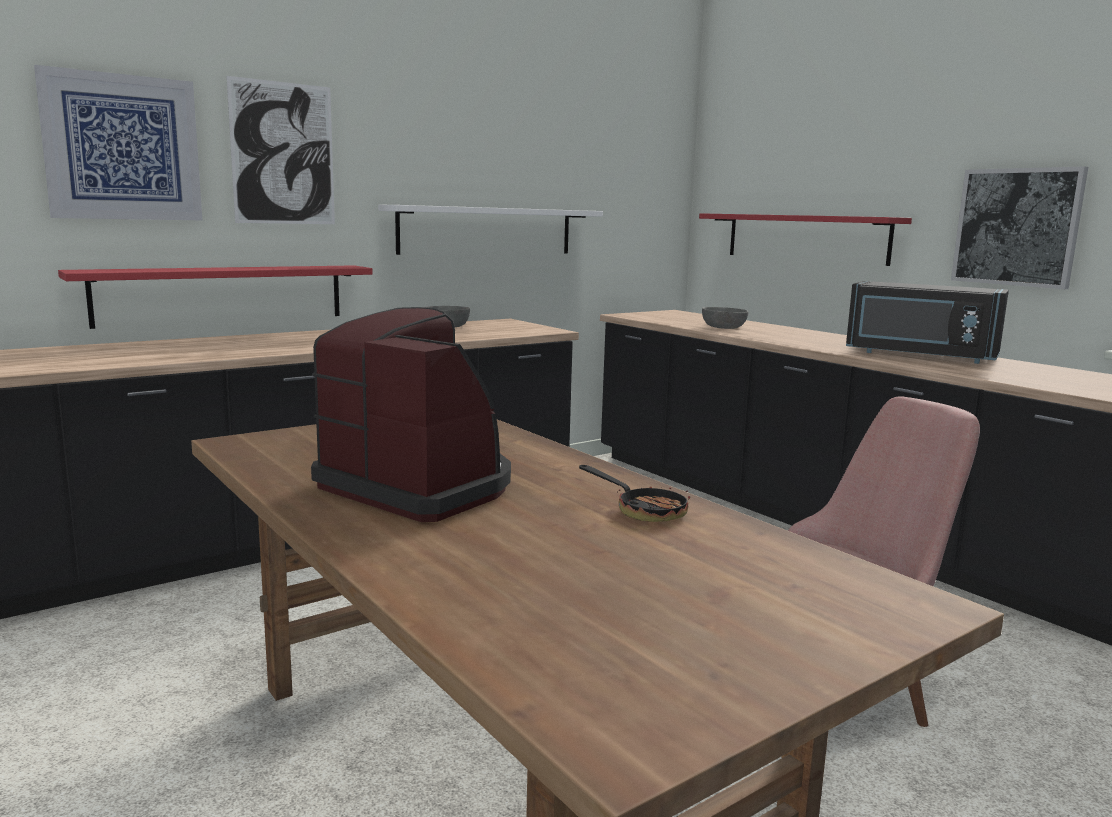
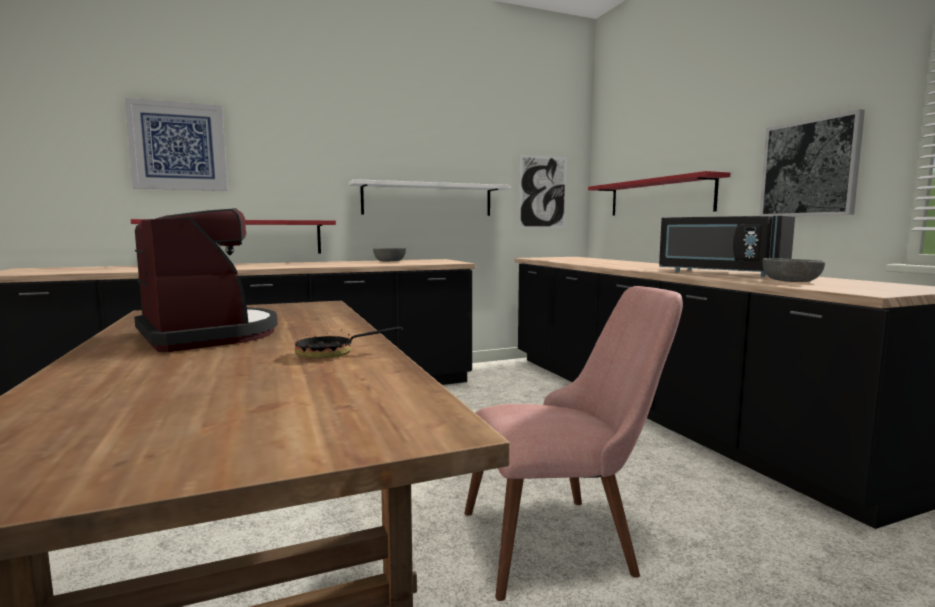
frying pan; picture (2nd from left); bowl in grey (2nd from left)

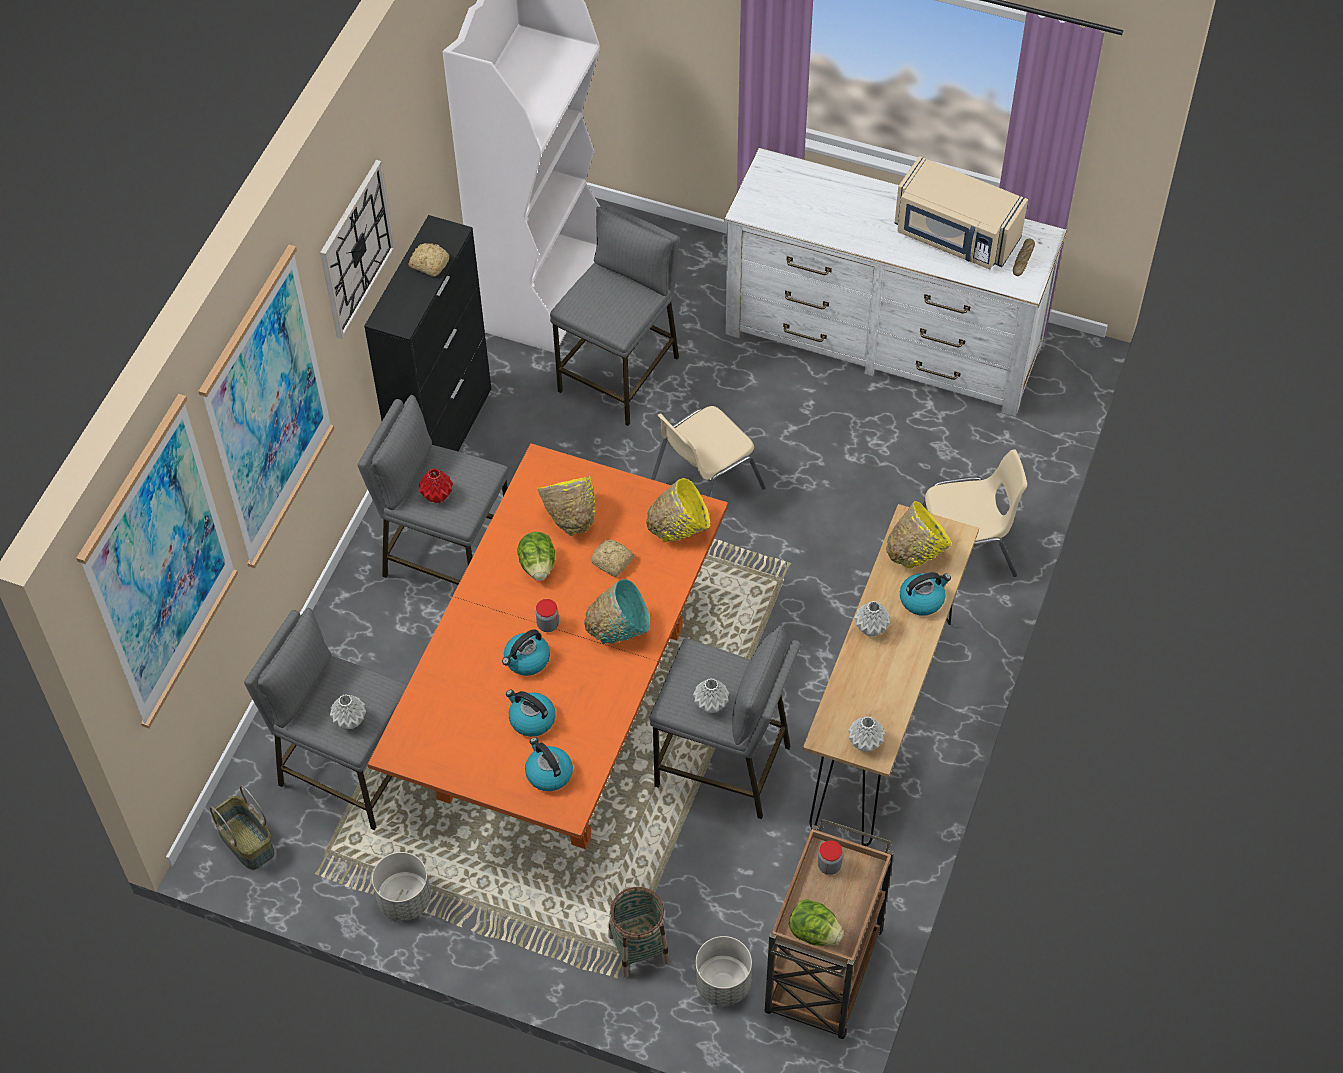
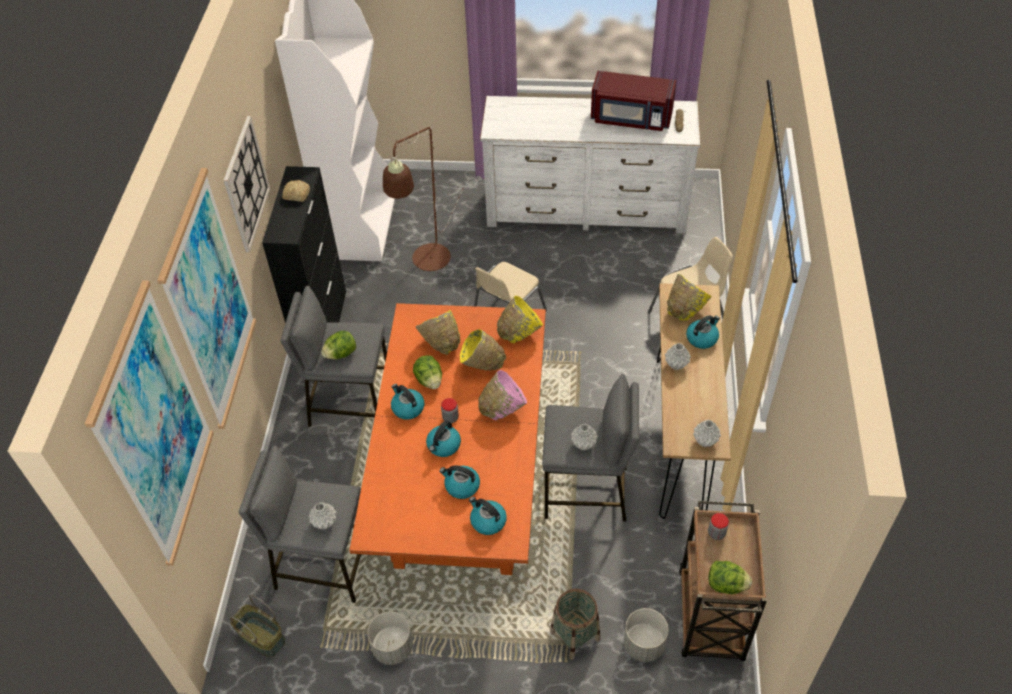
lettuce (1st from left); floor lamp in brown; kettle (1st from left); bowl in yellow (2nd from left); bowl in pink; microwave in red

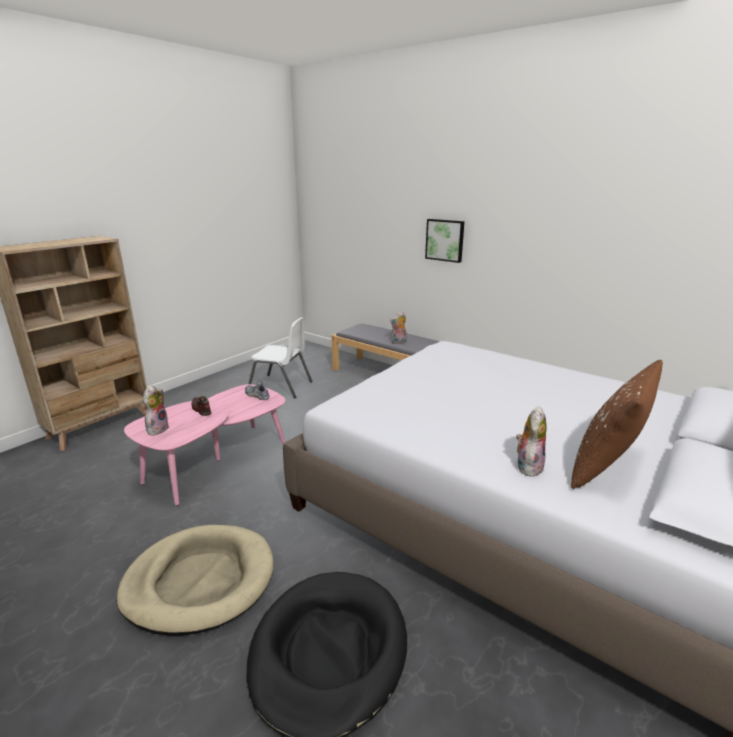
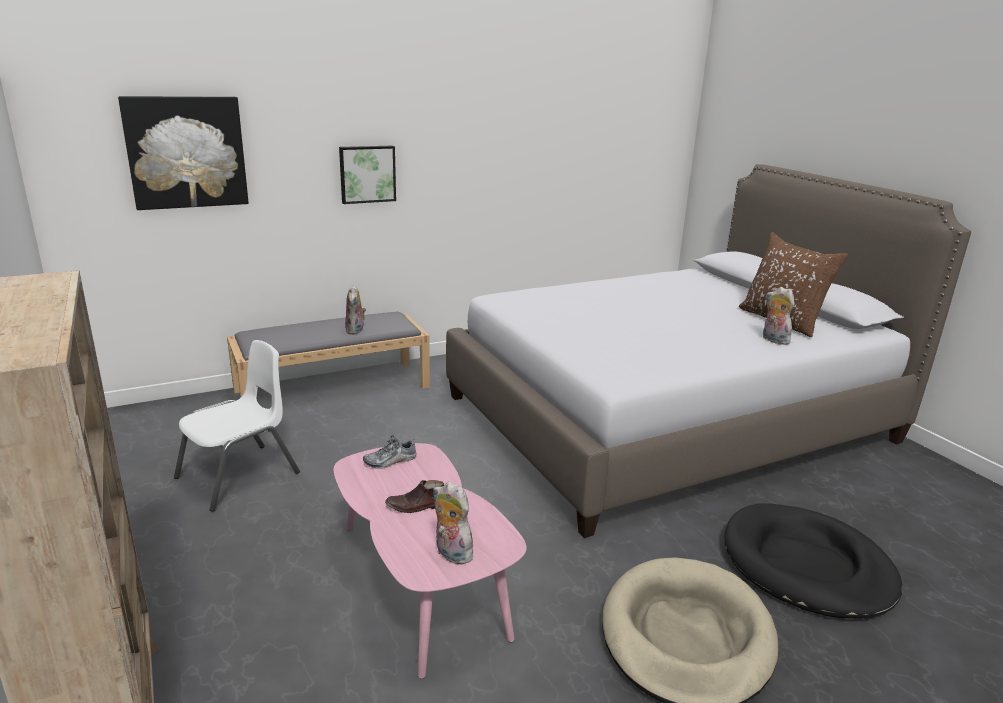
picture (1st from left)

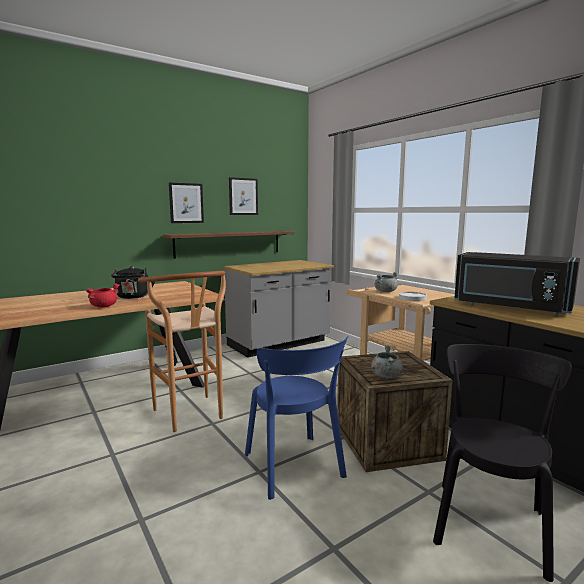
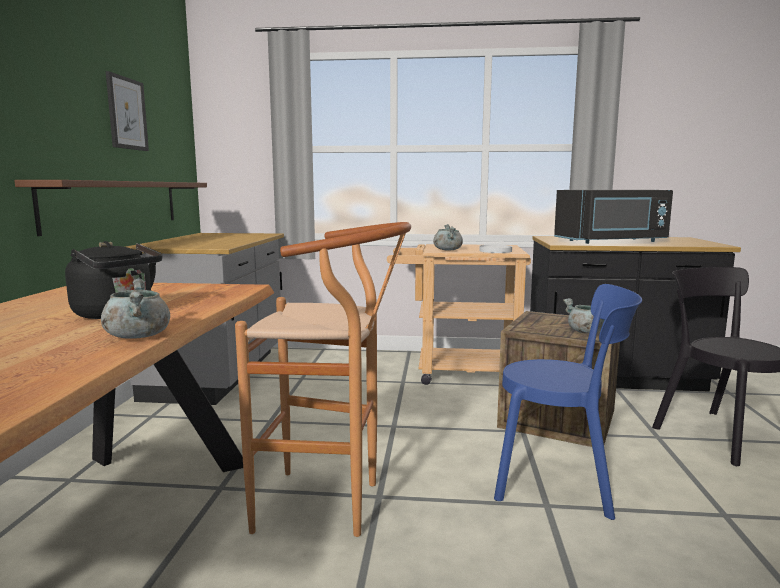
cooking pot in grey (1st from left); picture (1st from left in the first image)

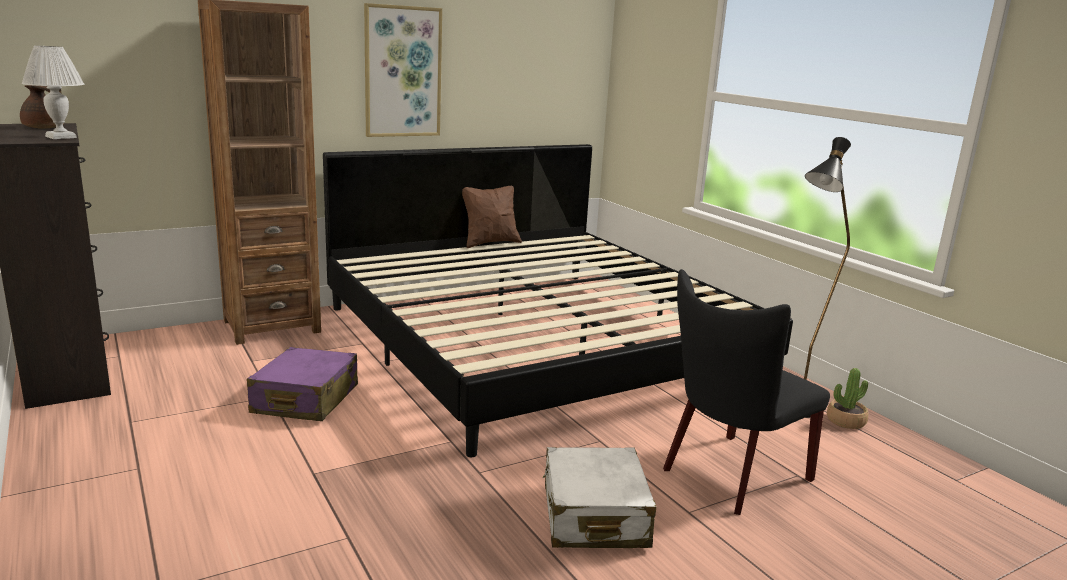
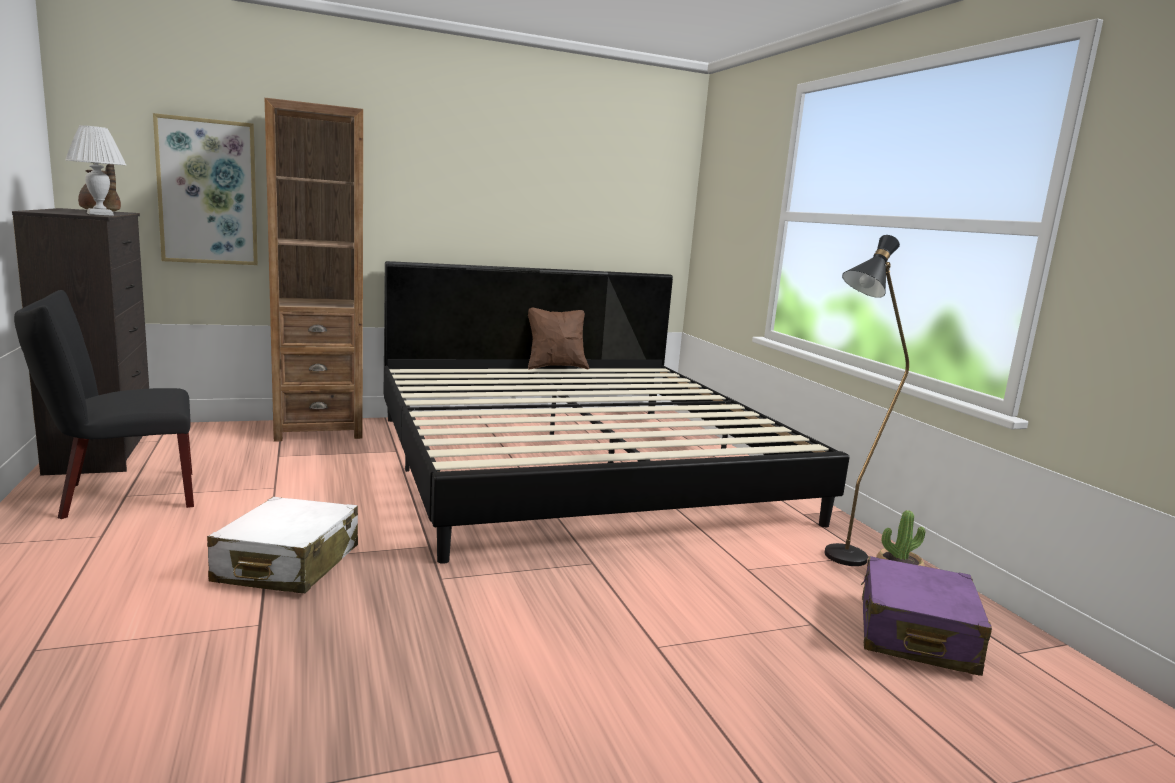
chair in black; picture; suitcase in white; suitcase in purple

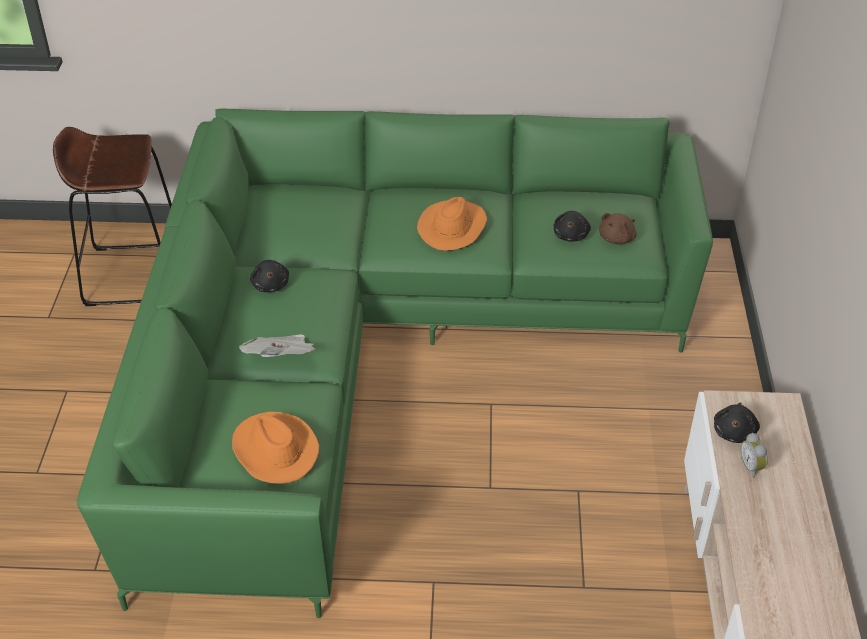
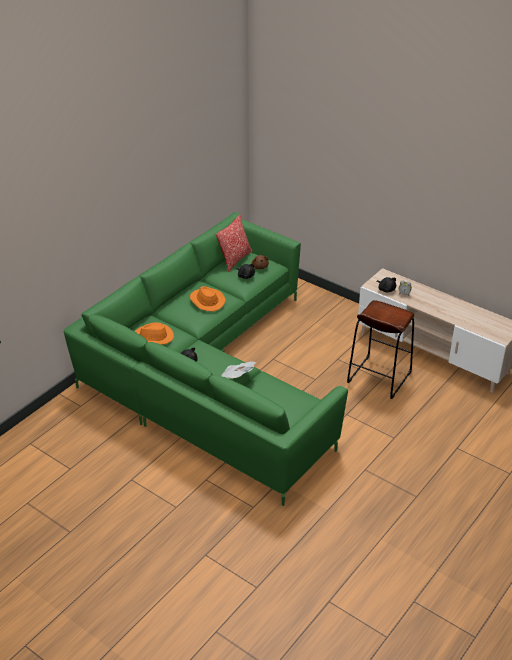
hat in orange (1st from left); pillow; stool in brown

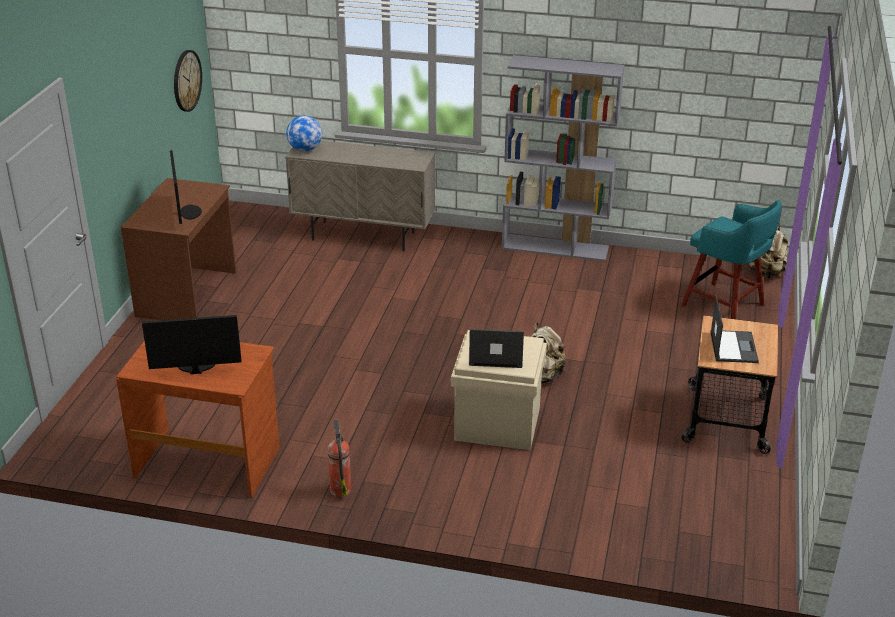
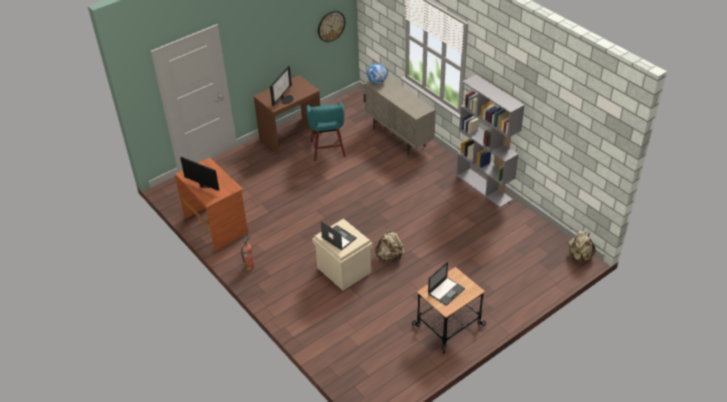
stool in turquoise

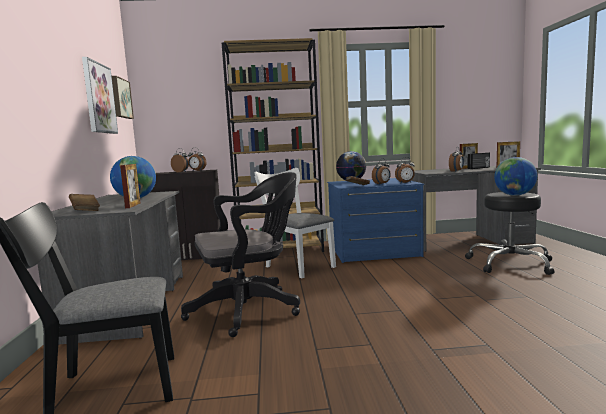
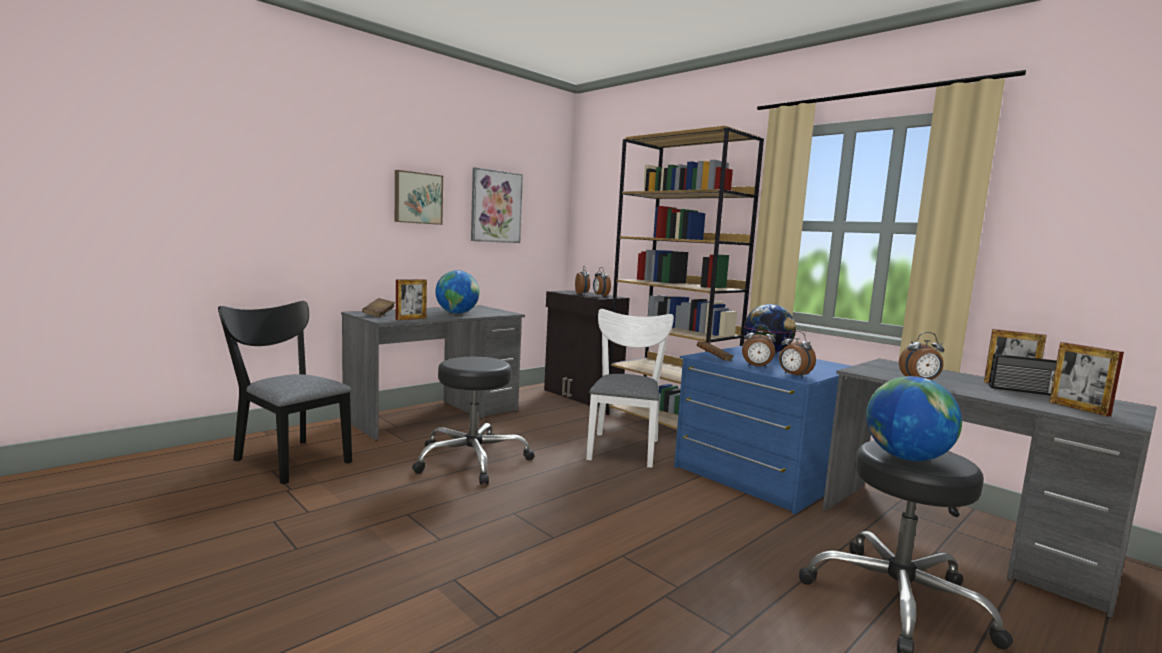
picture (1st from left); stool in black (1st from left)

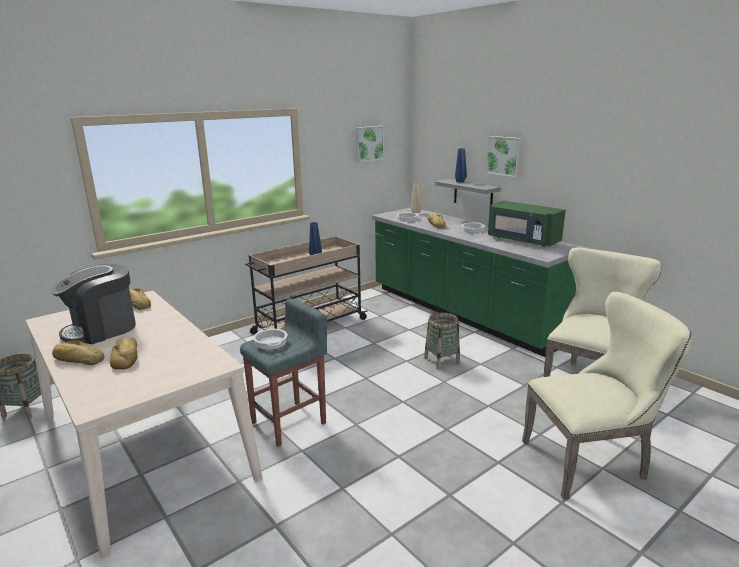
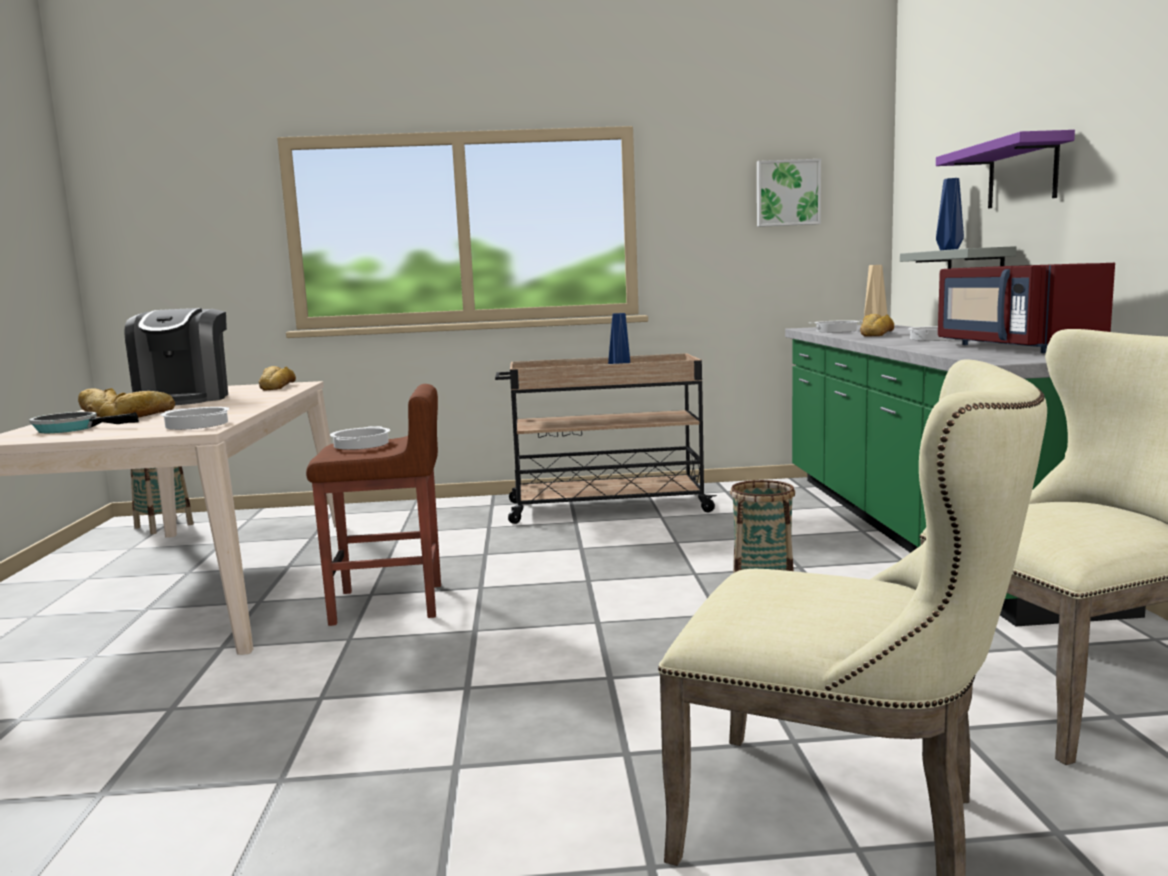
frying pan; coffee machine; cooking pot (1st from left); stool in brown; shelf in purple; microwave in red

